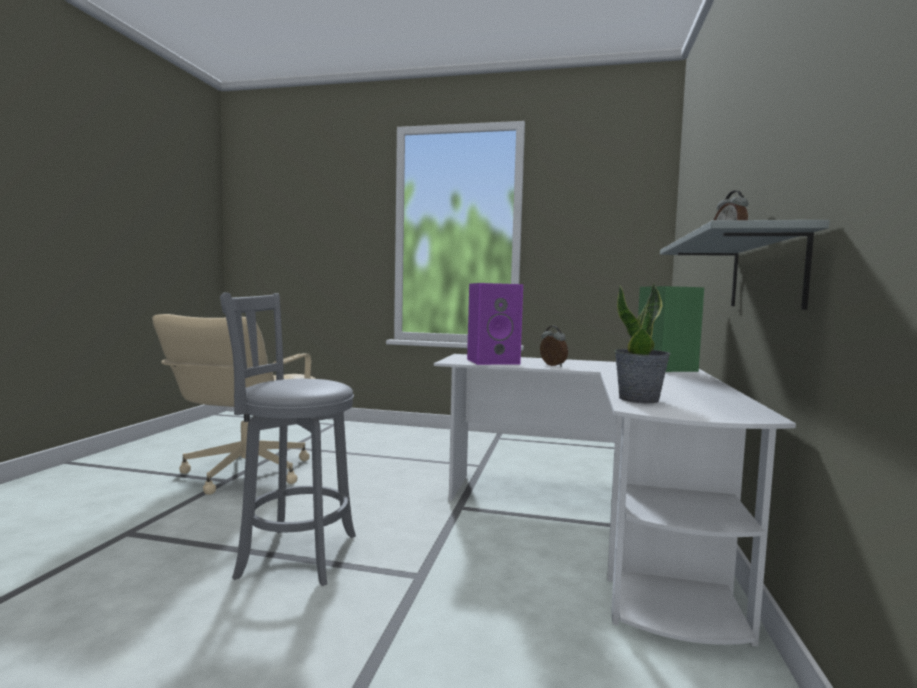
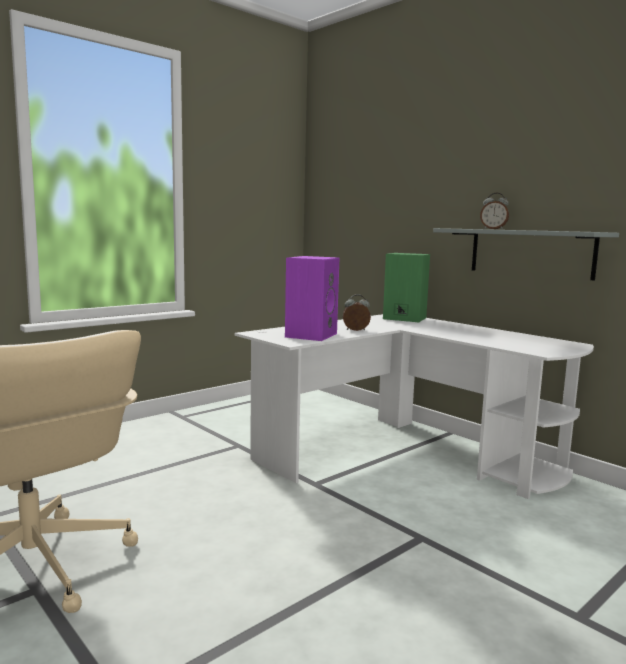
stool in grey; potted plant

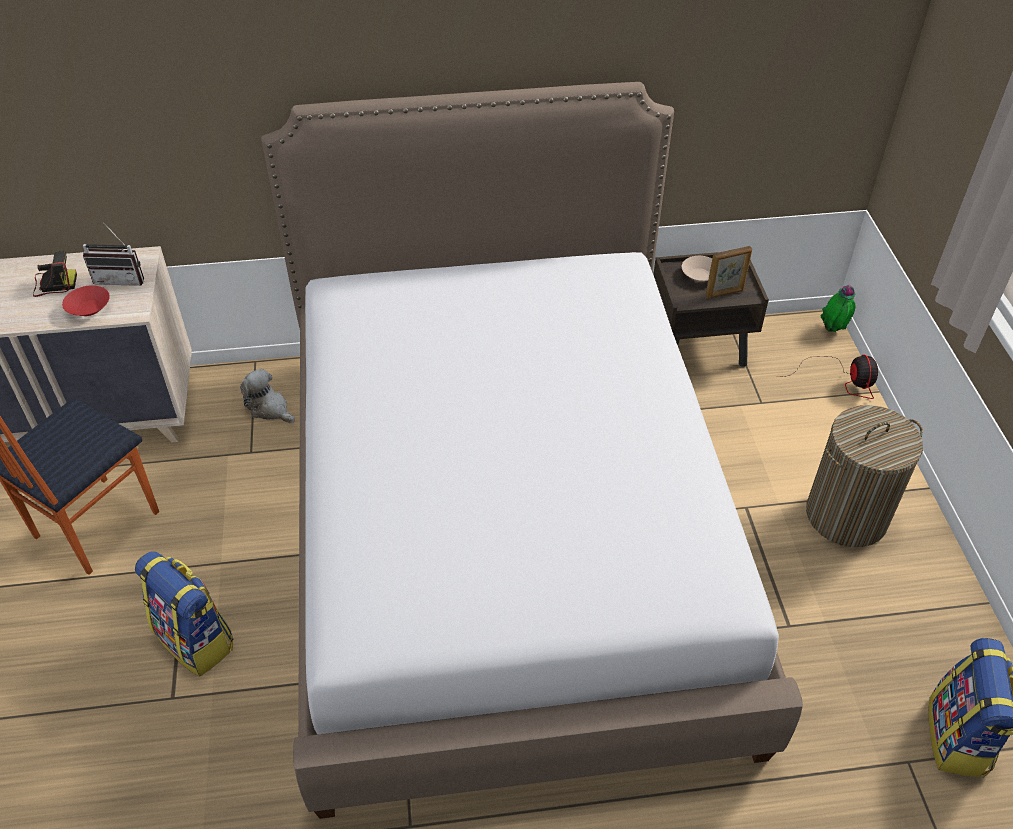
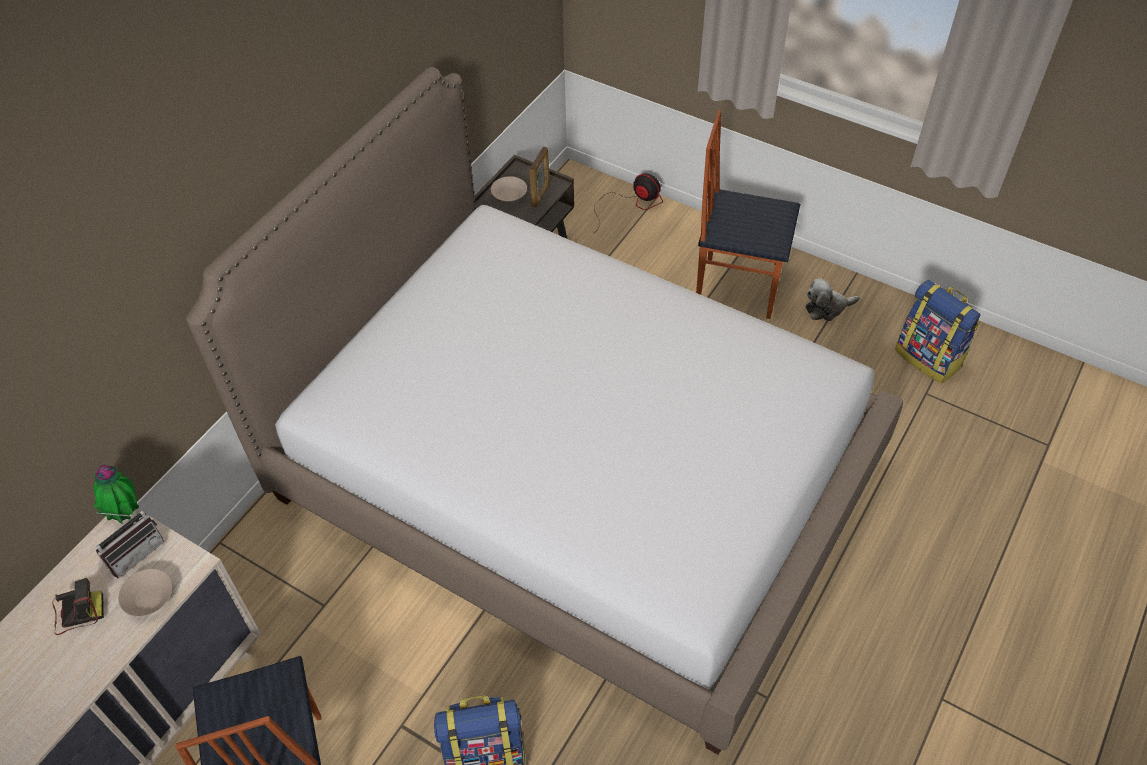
photo camera; potted plant; bowl in beige (1st from left); chair (2nd from left); plush toy

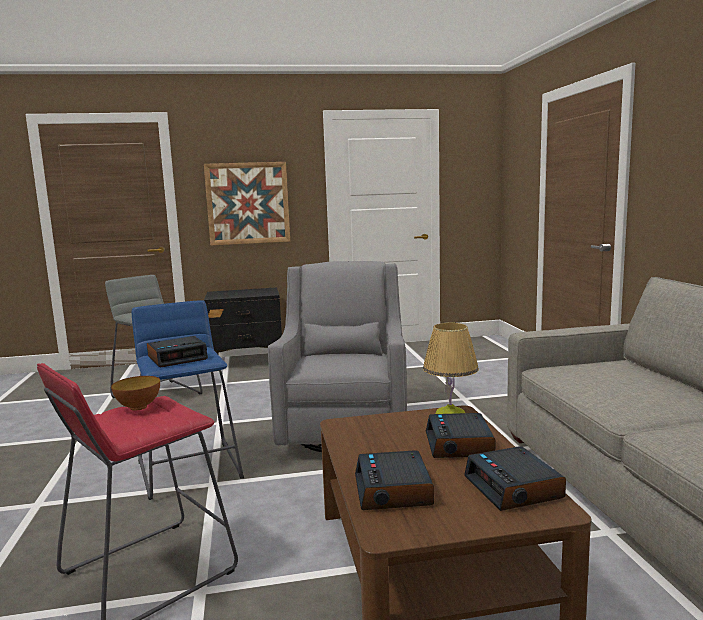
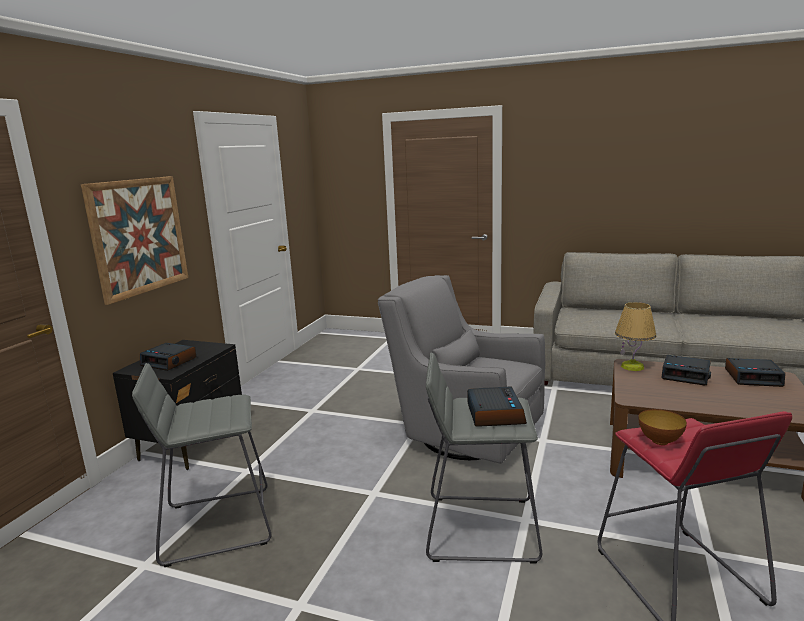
alarm clock (1st from left); stool in grey (2nd from left)

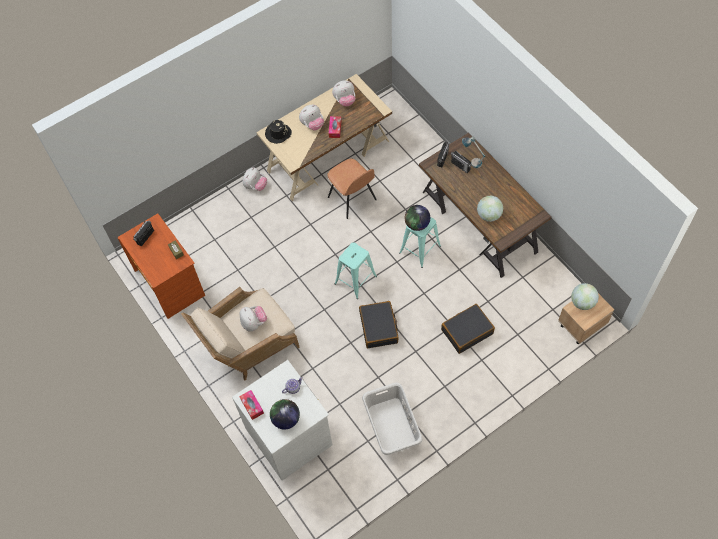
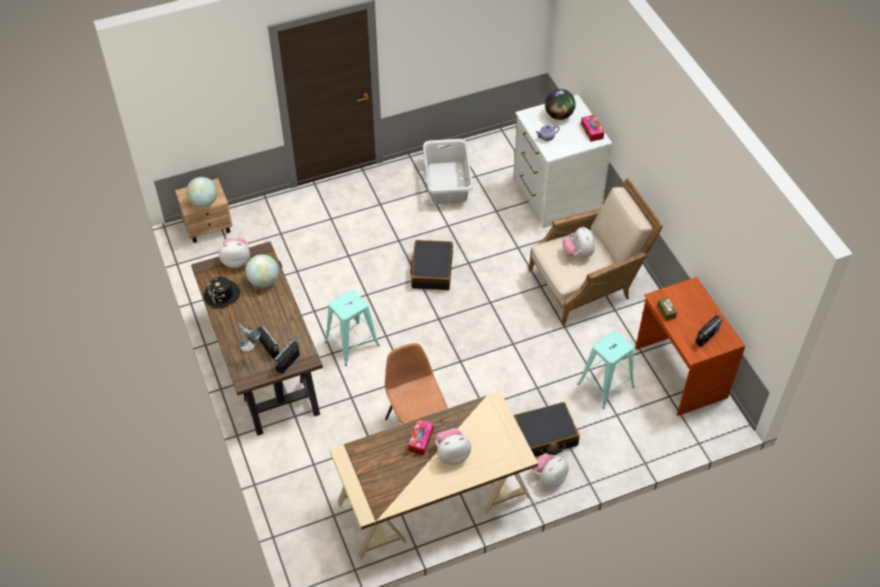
hat in black; plush toy (1st from left); suitcase in black (2nd from left); stool in turquoise (2nd from left); globe (2nd from left in the first image)

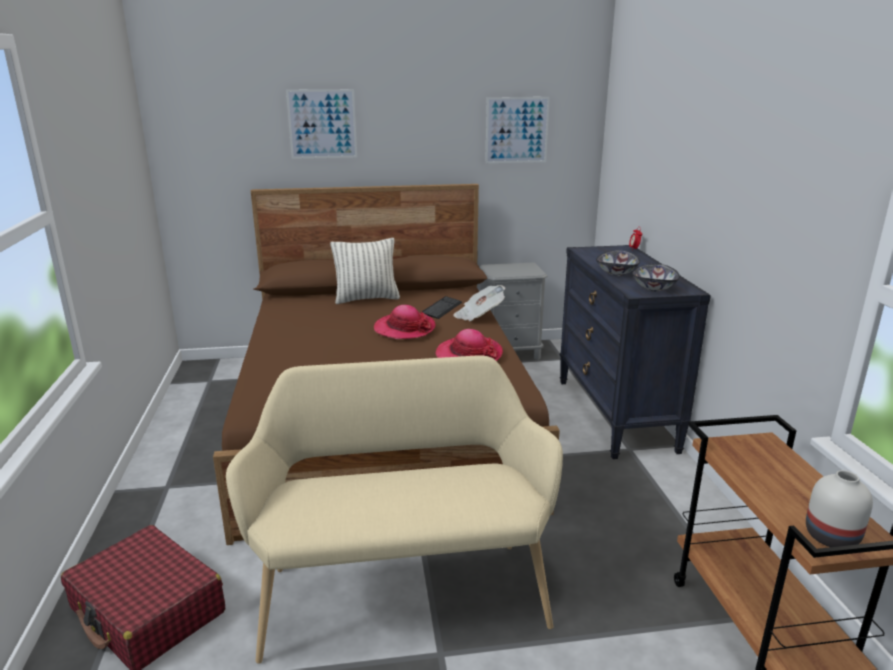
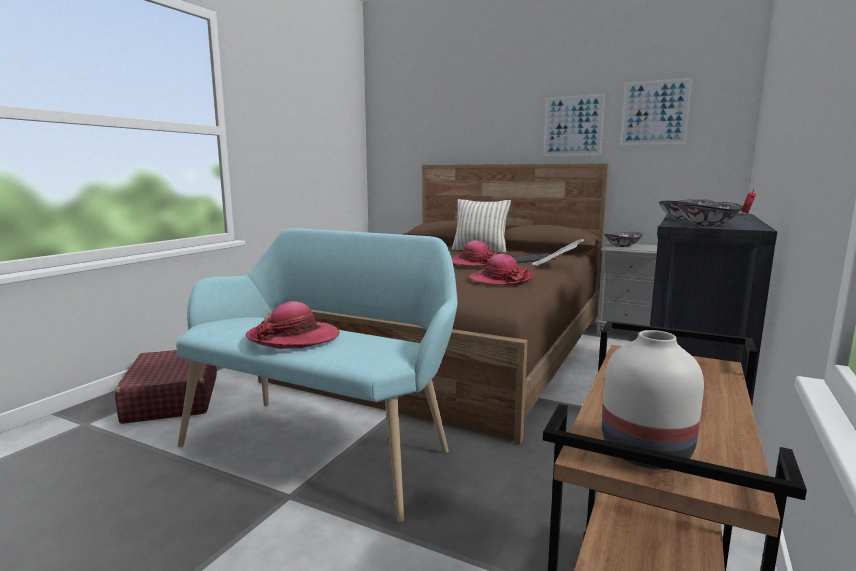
bench in turquoise; hat (1st from left); picture (1st from left); bowl (1st from left)

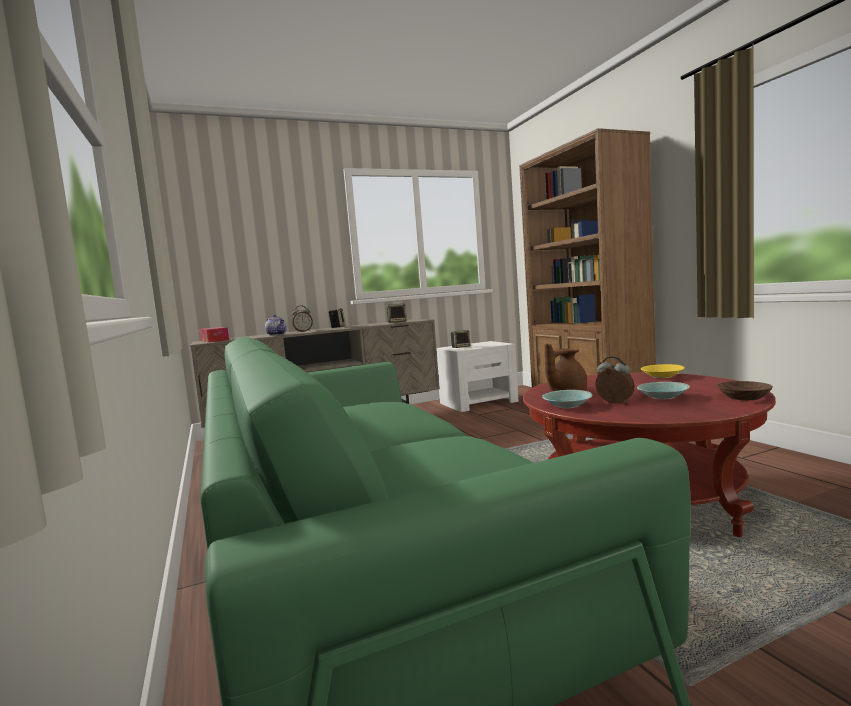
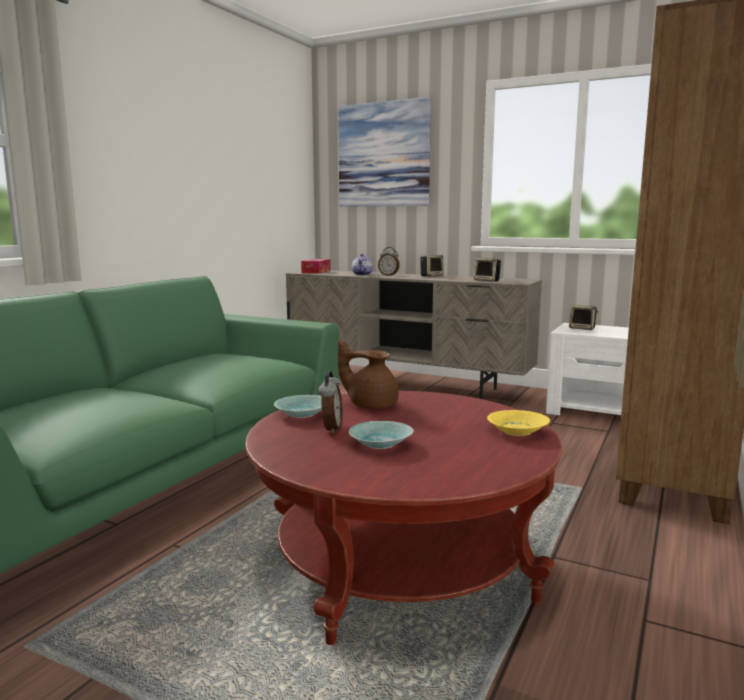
picture; bowl in brown

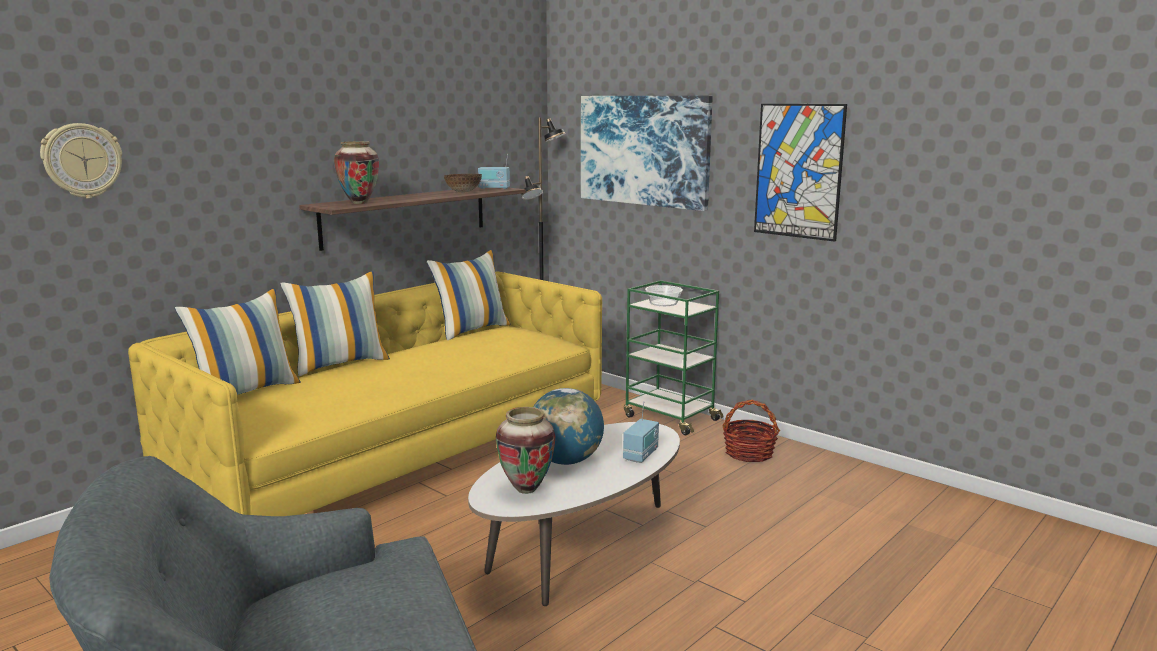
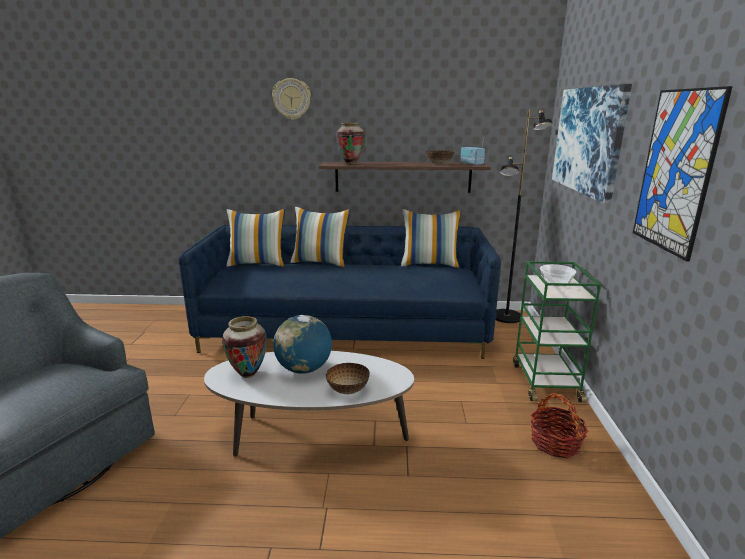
sofa in blue; wall clock; bowl (1st from left)

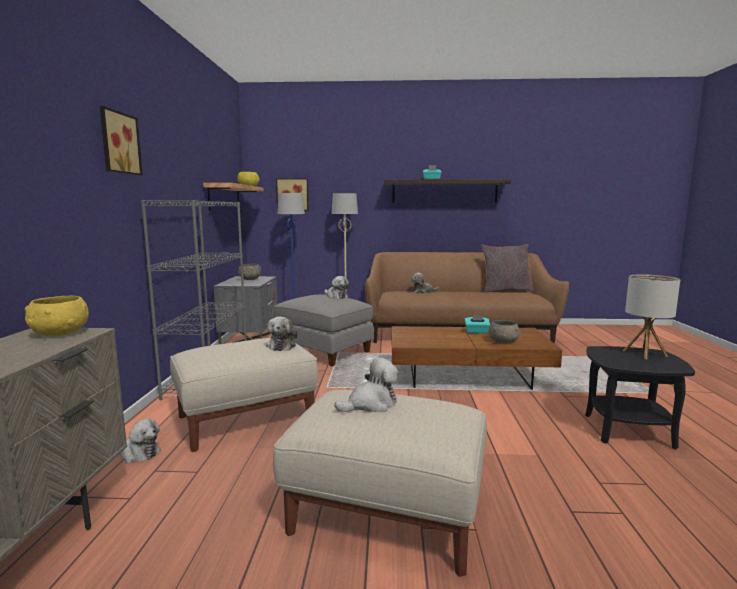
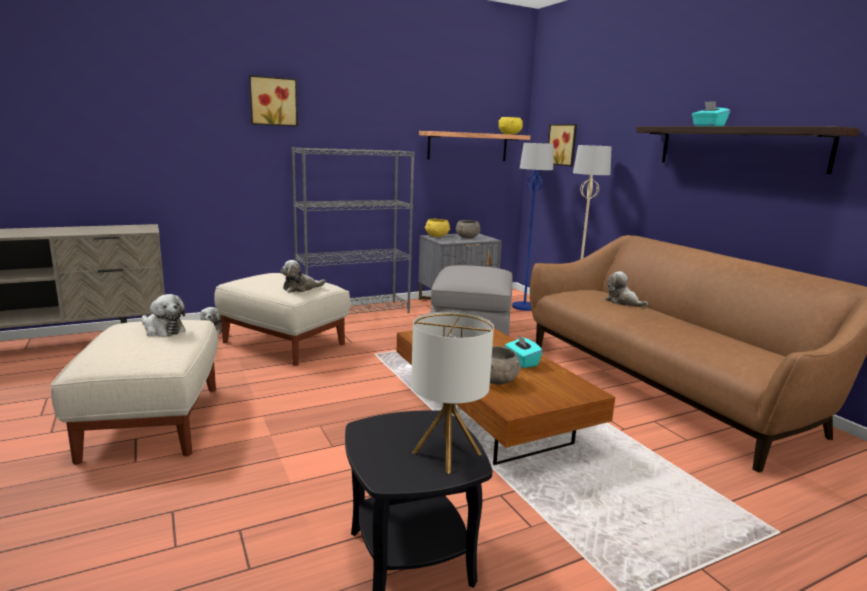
bowl in yellow (1st from left); plush toy (3rd from left in the first image); pillow in grey

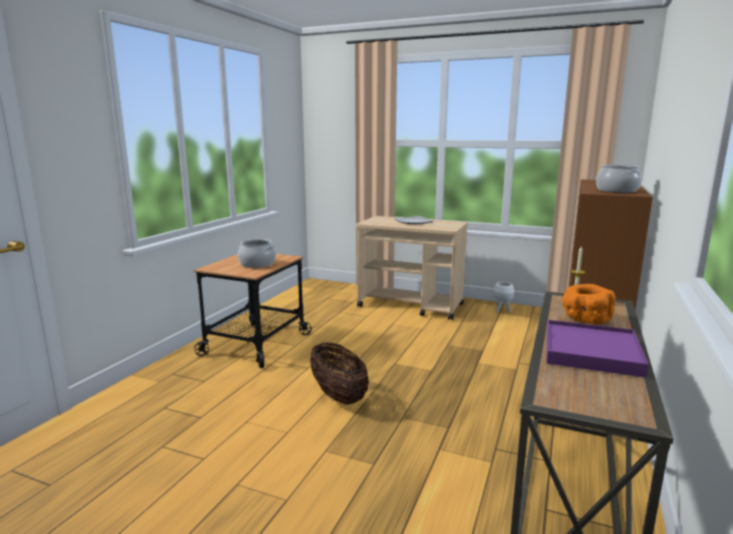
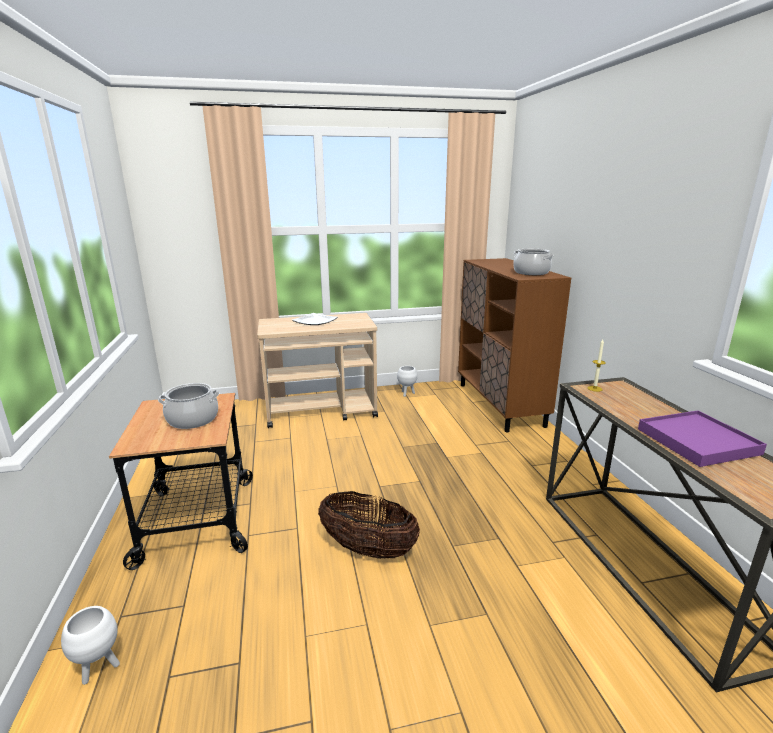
planter in white (1st from left); bowl in orange

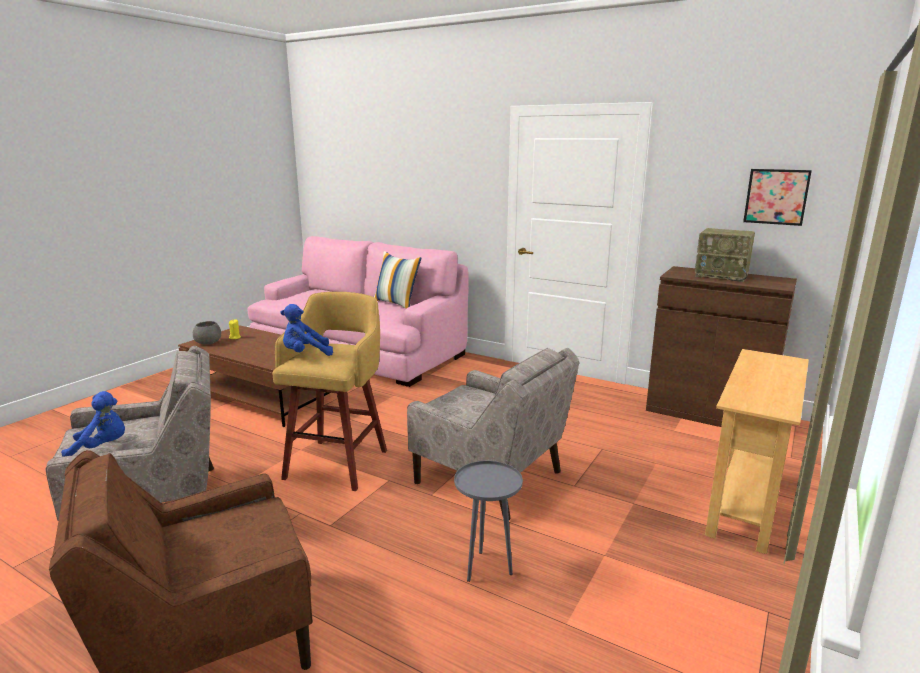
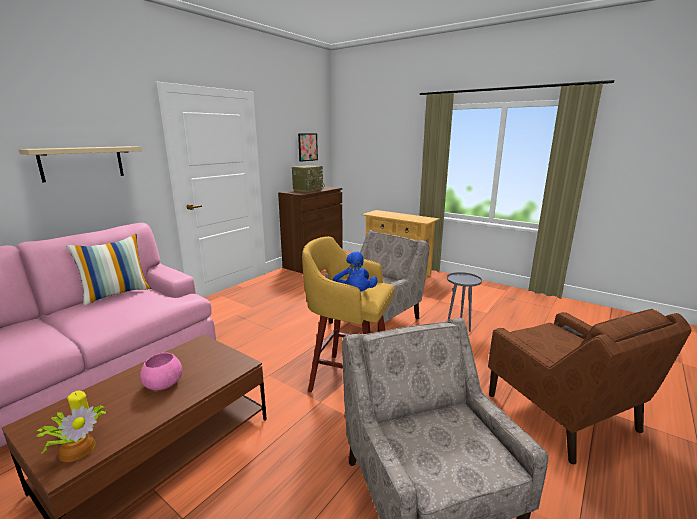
shelf in beige; potted plant; bowl in pink; plush toy in blue (1st from left in the first image)

